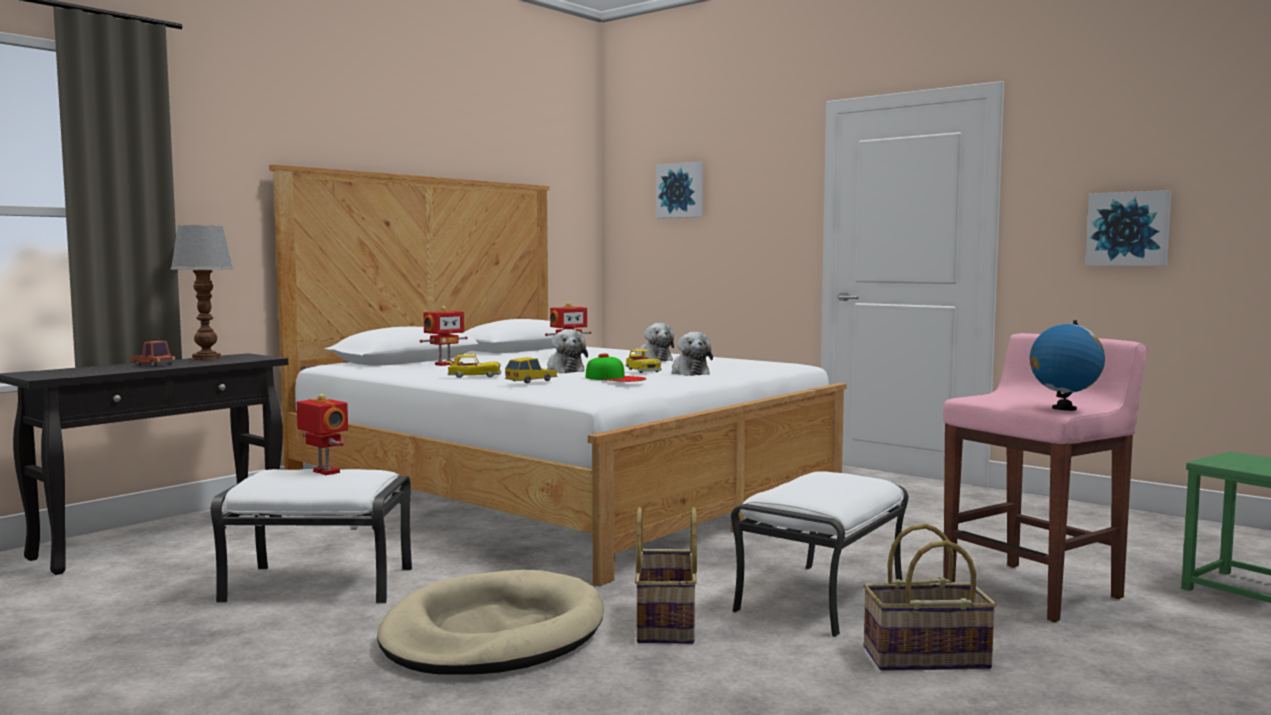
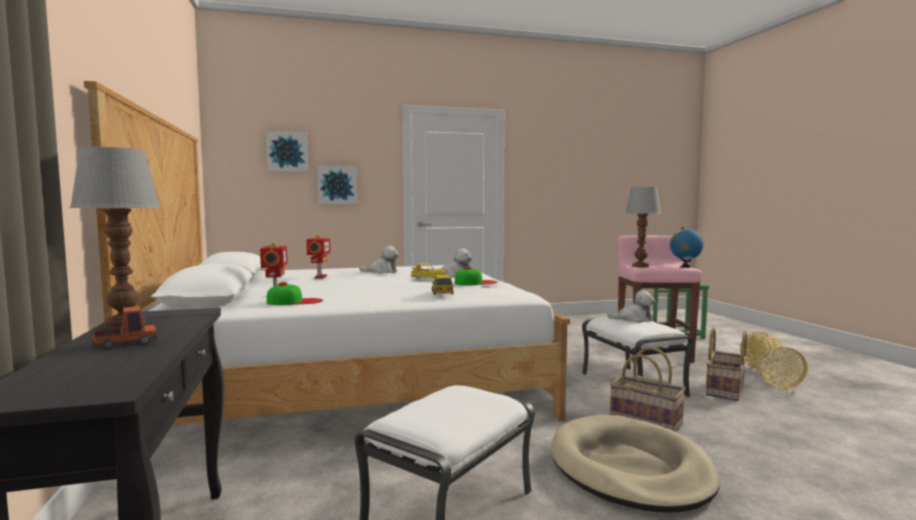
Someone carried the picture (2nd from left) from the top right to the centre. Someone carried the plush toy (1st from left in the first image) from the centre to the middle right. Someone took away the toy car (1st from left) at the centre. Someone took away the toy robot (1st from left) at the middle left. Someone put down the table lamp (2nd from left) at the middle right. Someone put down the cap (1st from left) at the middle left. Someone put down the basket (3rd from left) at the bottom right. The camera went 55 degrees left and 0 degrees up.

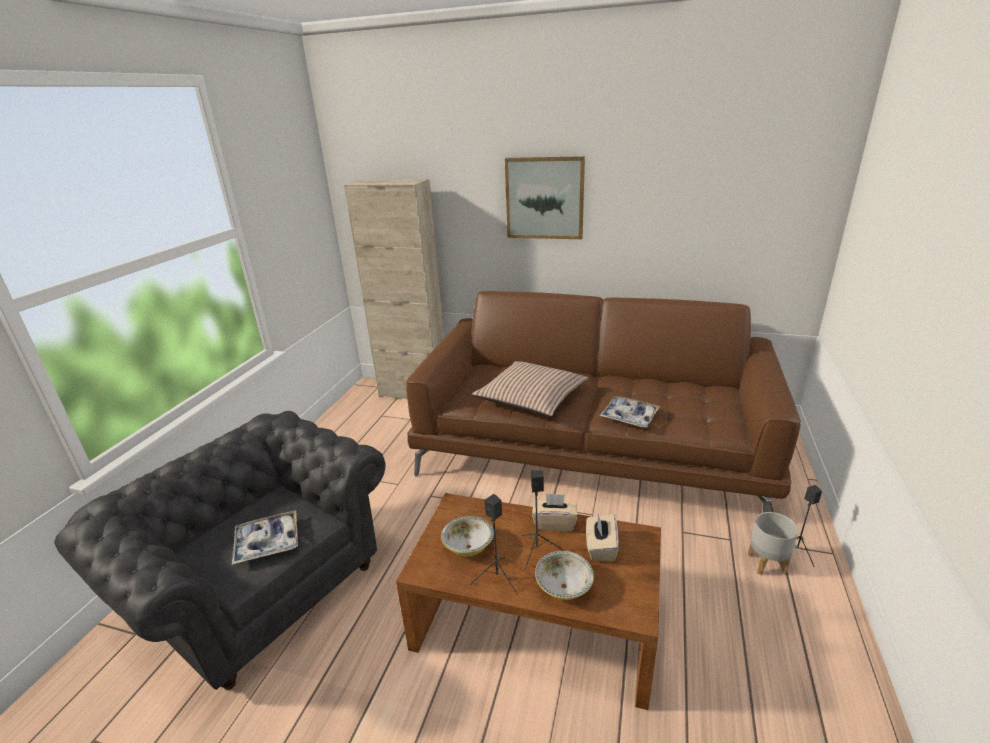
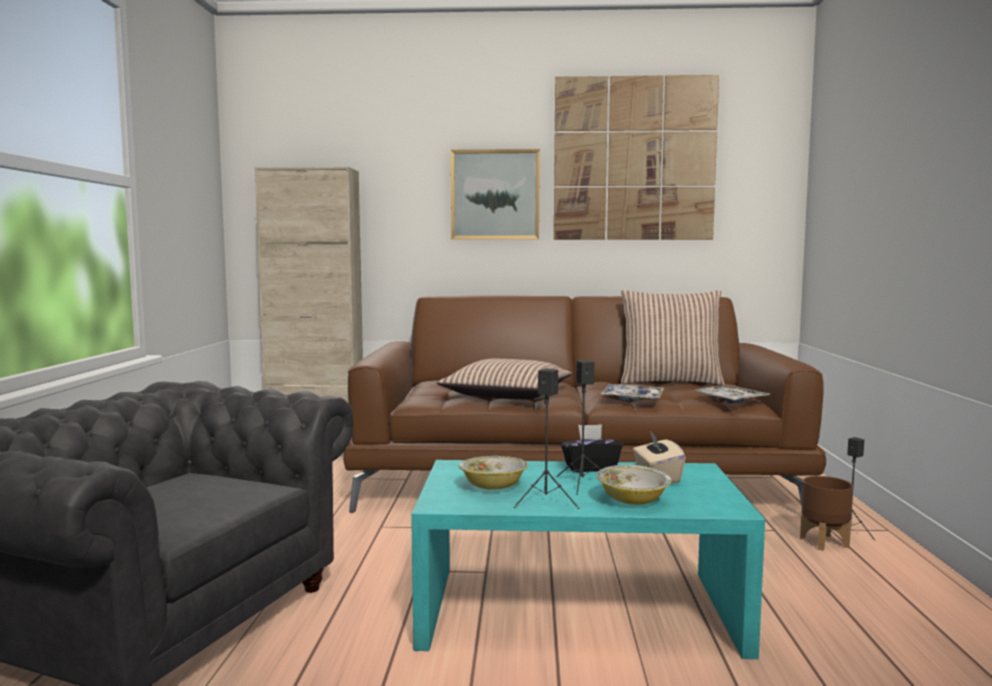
Someone repainted the brown coffee table at the bottom centre, which became the turquoise coffee table at the bottom centre. Someone repainted the beige tissue box (1st from left) at the bottom centre, which became the black tissue box at the centre. Someone carried the tray (1st from left in the first image) from the bottom left to the middle right. Someone repainted the grey planter at the bottom right, which became the brown planter at the bottom right. Someone put up the picture (2nd from left) at the top centre. Someone put down the pillow (2nd from left) at the middle right. The camera went 15 degrees left and 20 degrees down.

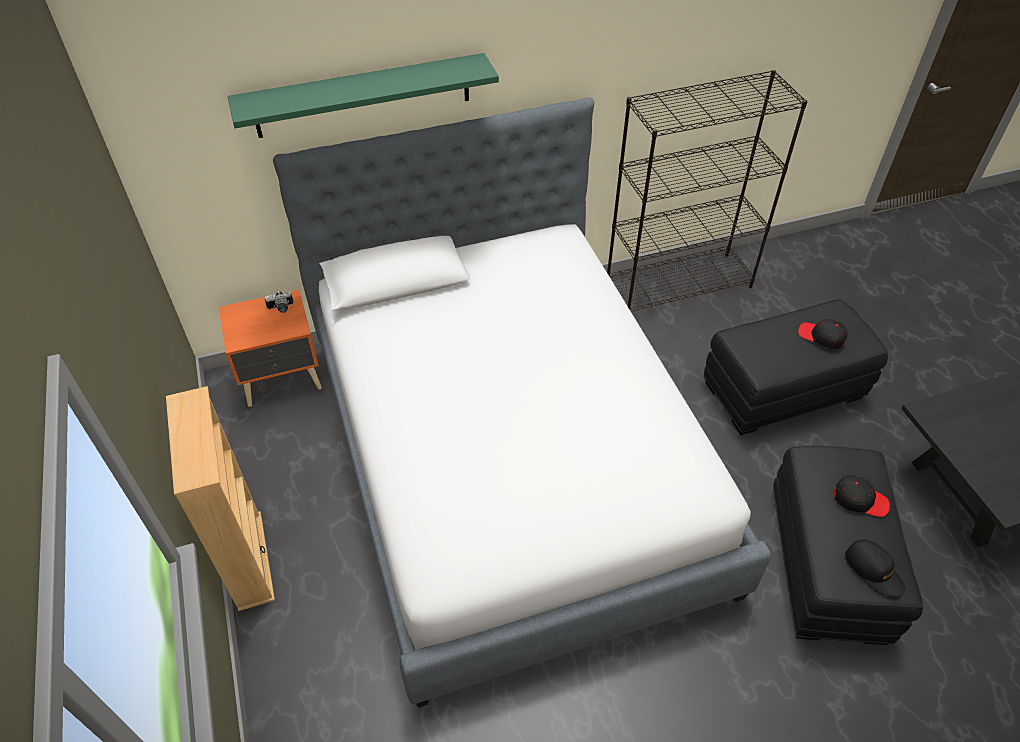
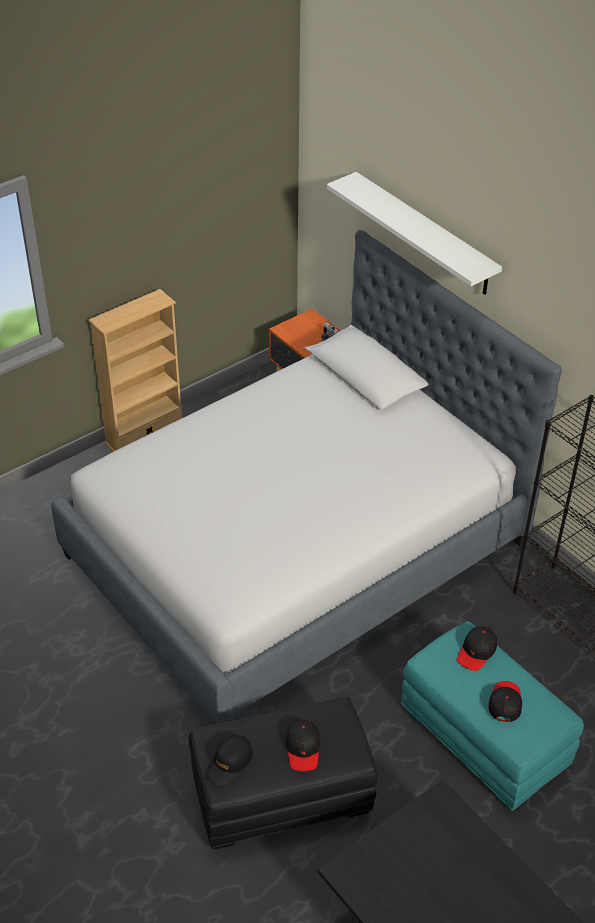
Someone repainted the green shelf at the top centre, which became the white shelf at the top right. Someone repainted the black ottoman (1st from left) at the middle right, which became the turquoise ottoman at the bottom right. Someone put down the black cap (3rd from left) at the bottom right. The camera went 70 degrees right and 5 degrees down.

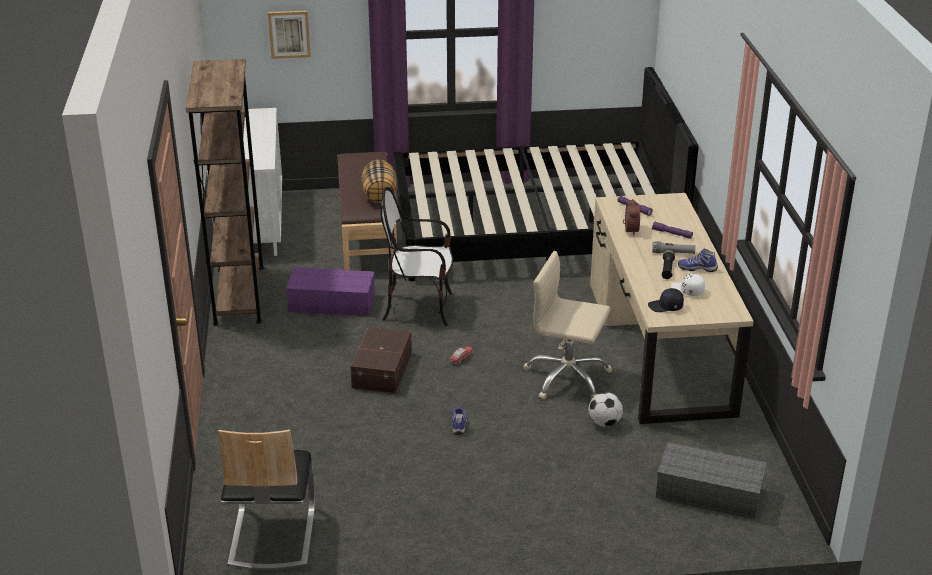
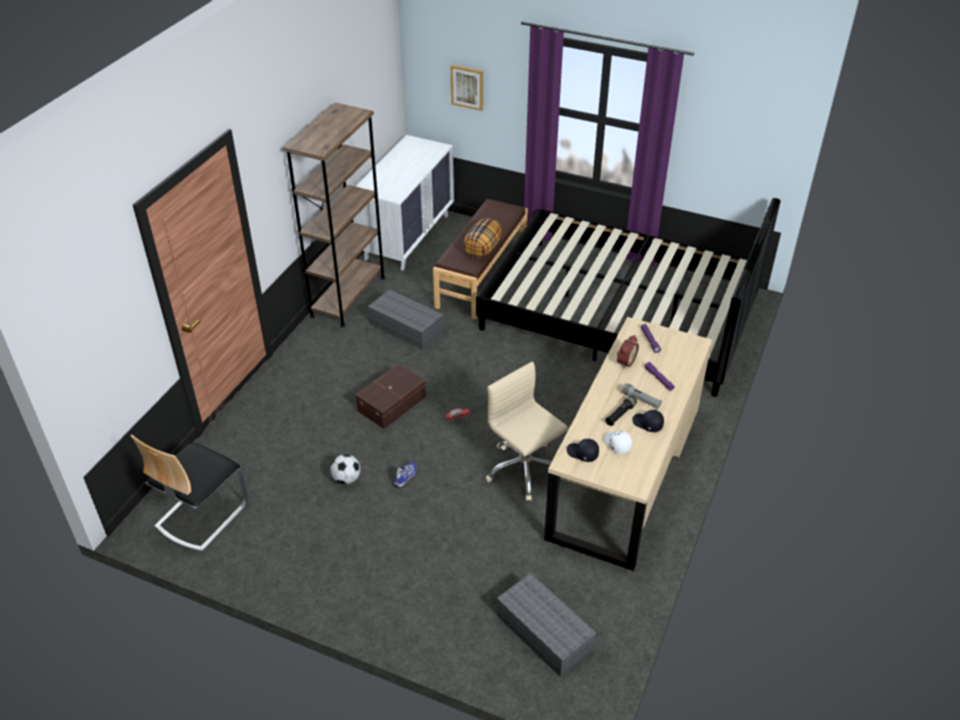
Someone took away the chair (2nd from left) at the centre. Someone swapped the shoe (2nd from left) at the middle right for the black cap (2nd from left) at the middle right. Someone repainted the purple storage box at the centre, which became the grey storage box (1st from left) at the centre. Someone carried the football from the bottom centre to the centre. The camera went 30 degrees right and 10 degrees up.

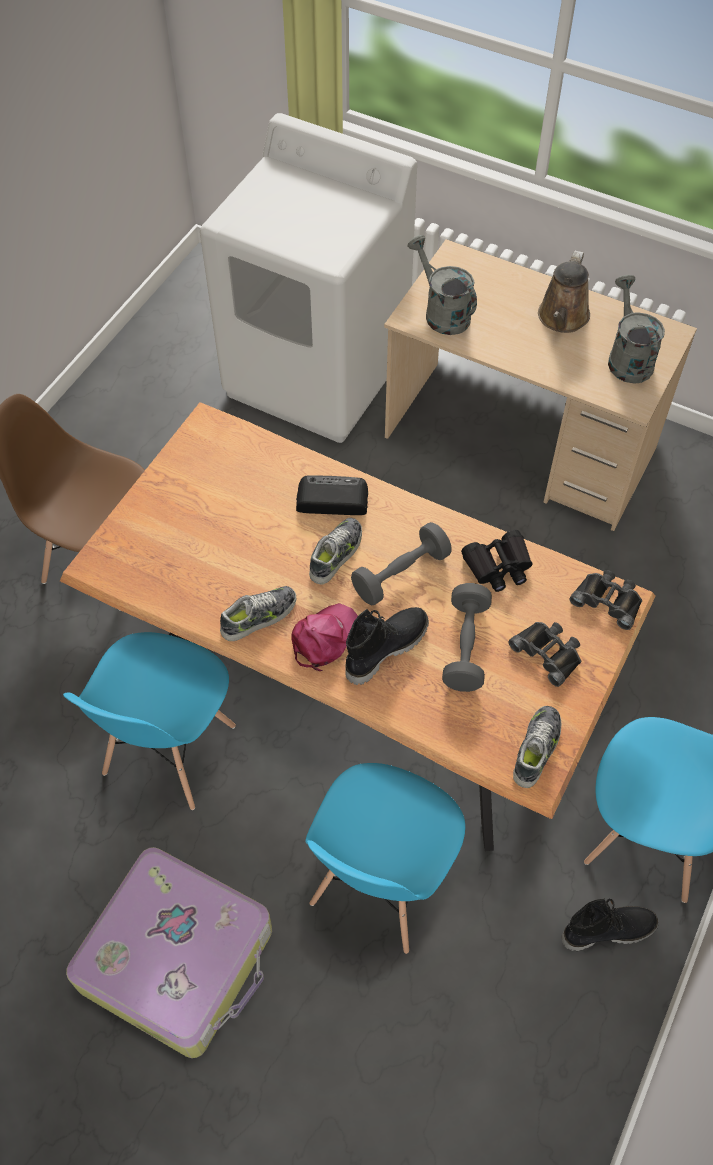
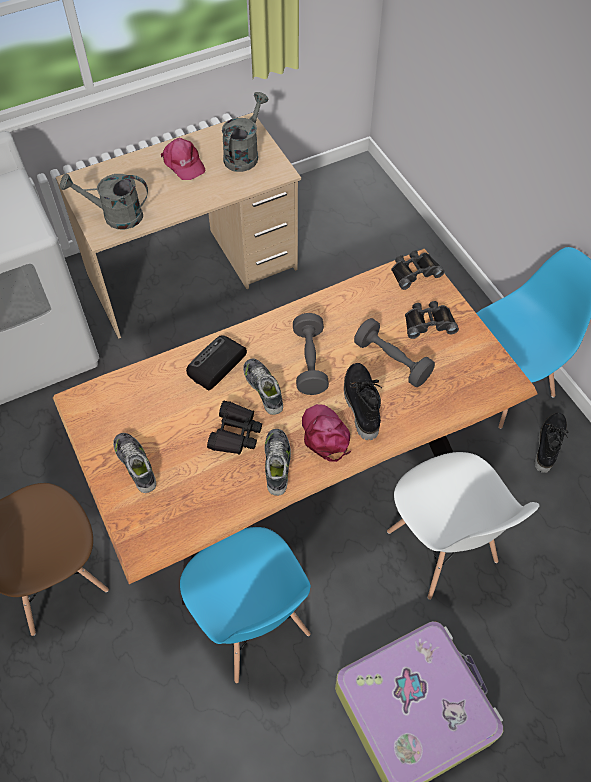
Someone swapped the brown watering can at the top right for the pink cap (1st from left) at the top left. Someone rotated the grey watering can (2nd from left) at the top right by 90 degrees clockwise. Someone carried the black binoculars (1st from left) from the middle right to the centre. Someone carried the shoe (3rd from left in the first image) from the middle right to the middle left. Someone repainted the blue chair (2nd from left) at the bottom centre, which became the white chair at the bottom right. The camera went 55 degrees left and 0 degrees up.

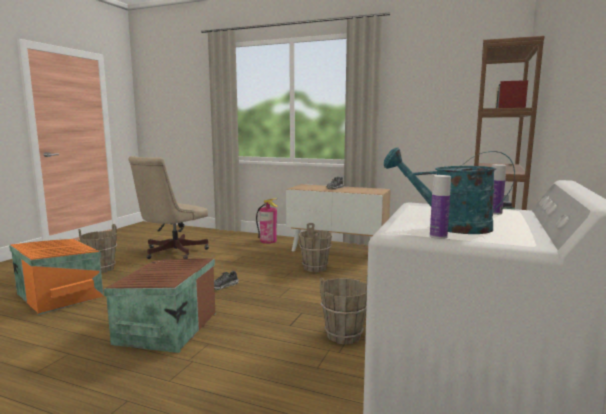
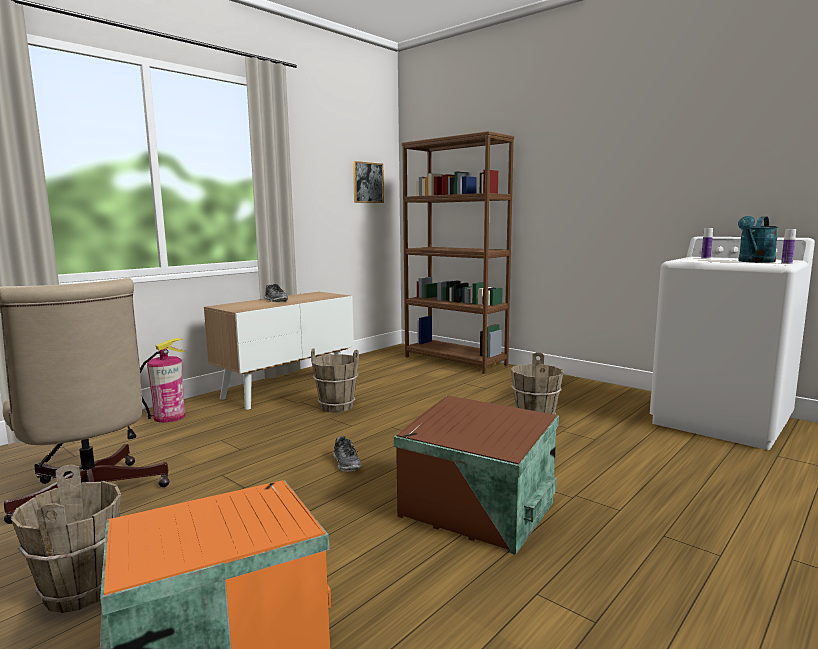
Someone put up the picture at the top centre. The camera went 70 degrees left and 0 degrees up.

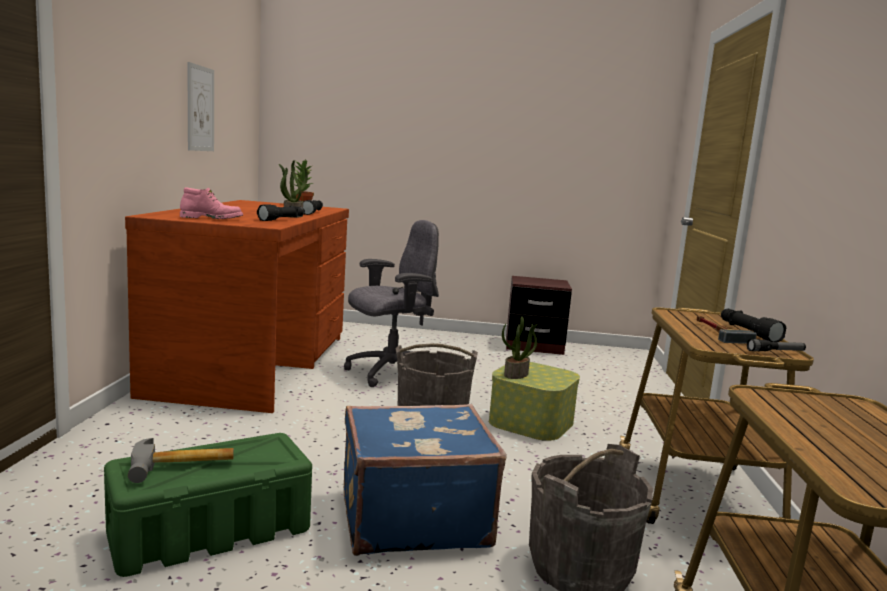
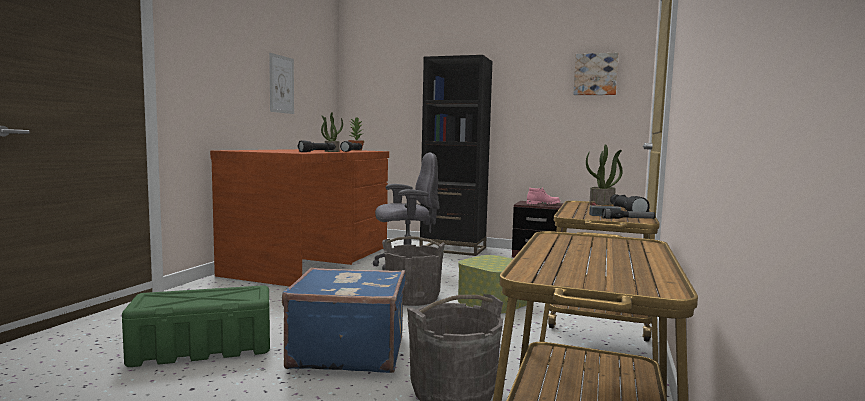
Someone carried the pink boot from the middle left to the centre. Someone carried the potted plant (3rd from left) from the centre to the middle right. Someone took away the hammer (1st from left) at the bottom left. Someone put up the picture (2nd from left) at the top right. Someone put down the black bookcase at the centre. The camera went 15 degrees right and 5 degrees down.

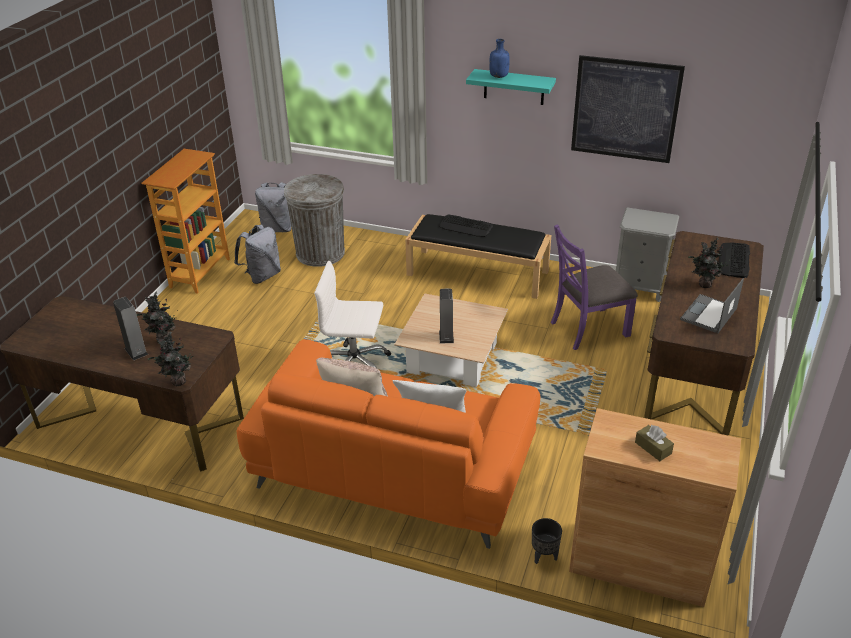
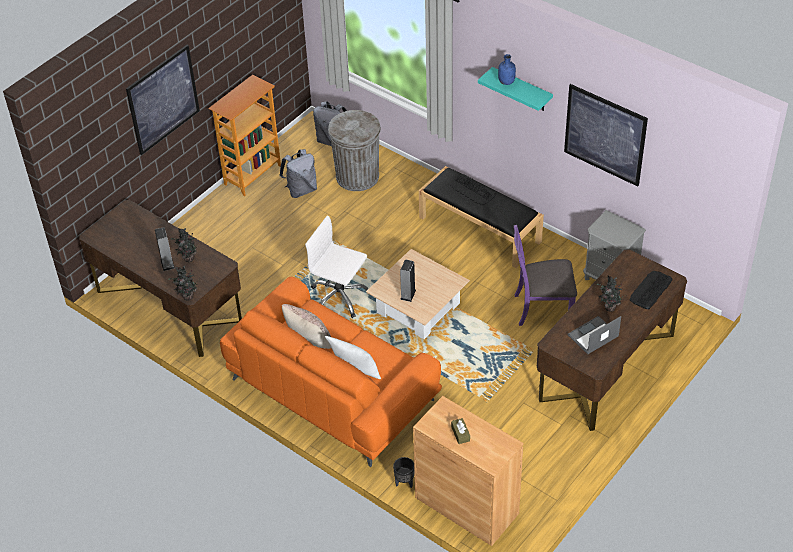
Someone put up the picture (1st from left) at the top left. The camera went 20 degrees right and 10 degrees up.

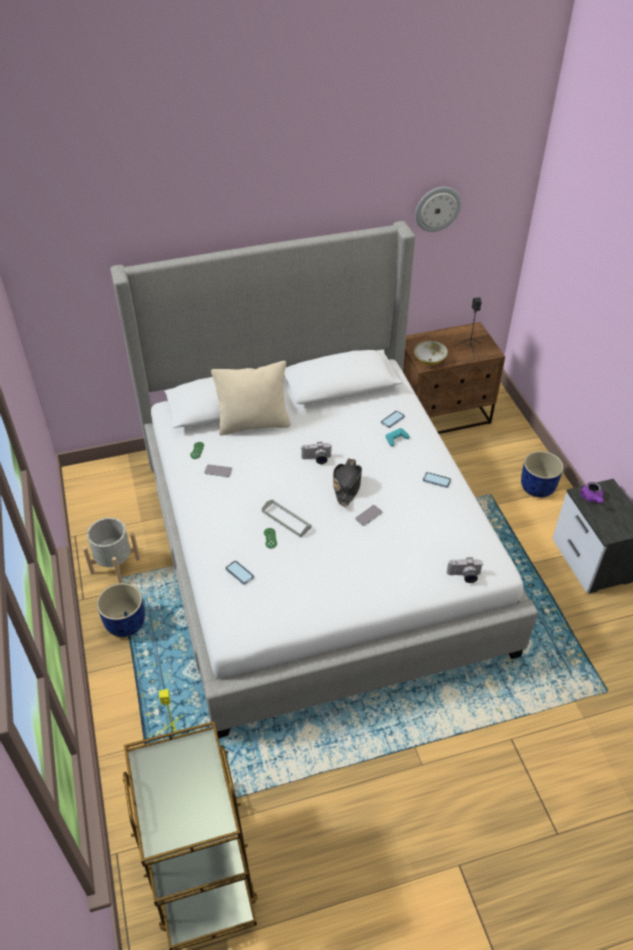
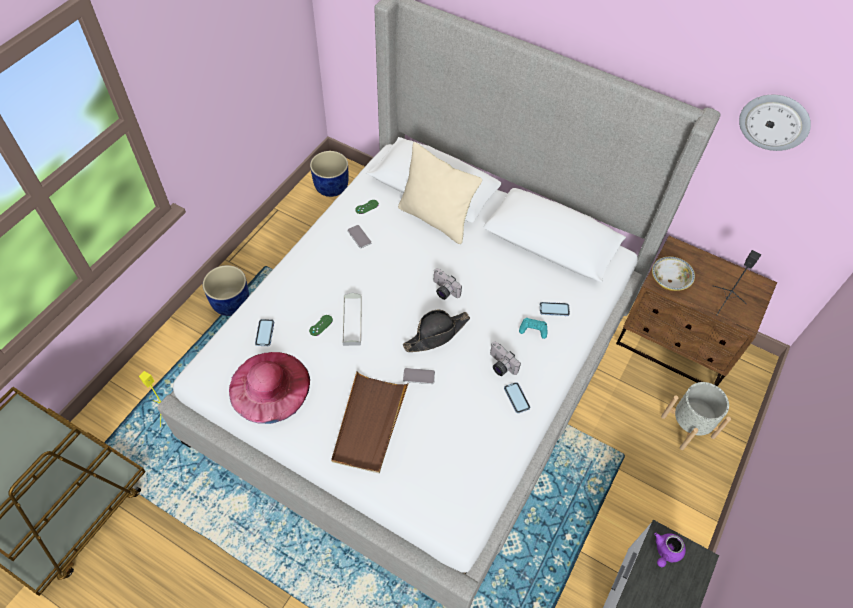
Someone carried the blue planter (2nd from left) from the middle right to the top centre. Someone carried the grey planter from the middle left to the bottom right. Someone carried the photo camera (2nd from left) from the middle right to the centre. Someone put down the pink hat at the middle left. Someone put down the brown tray at the bottom centre. The camera went 45 degrees right and 10 degrees up.

